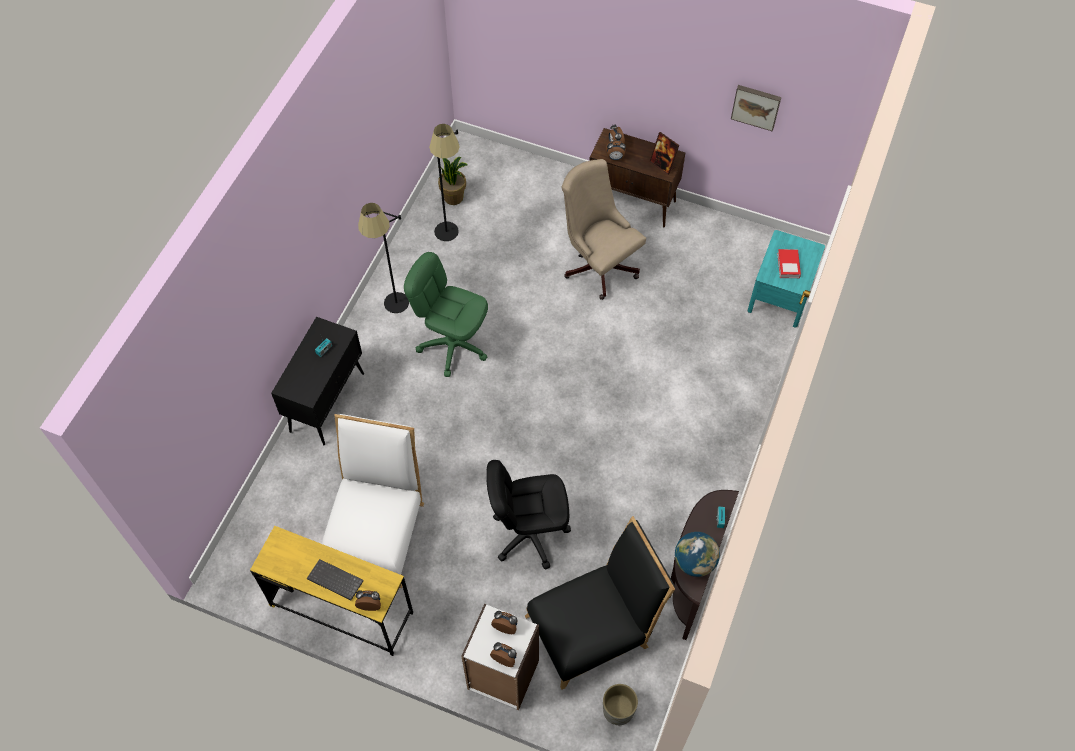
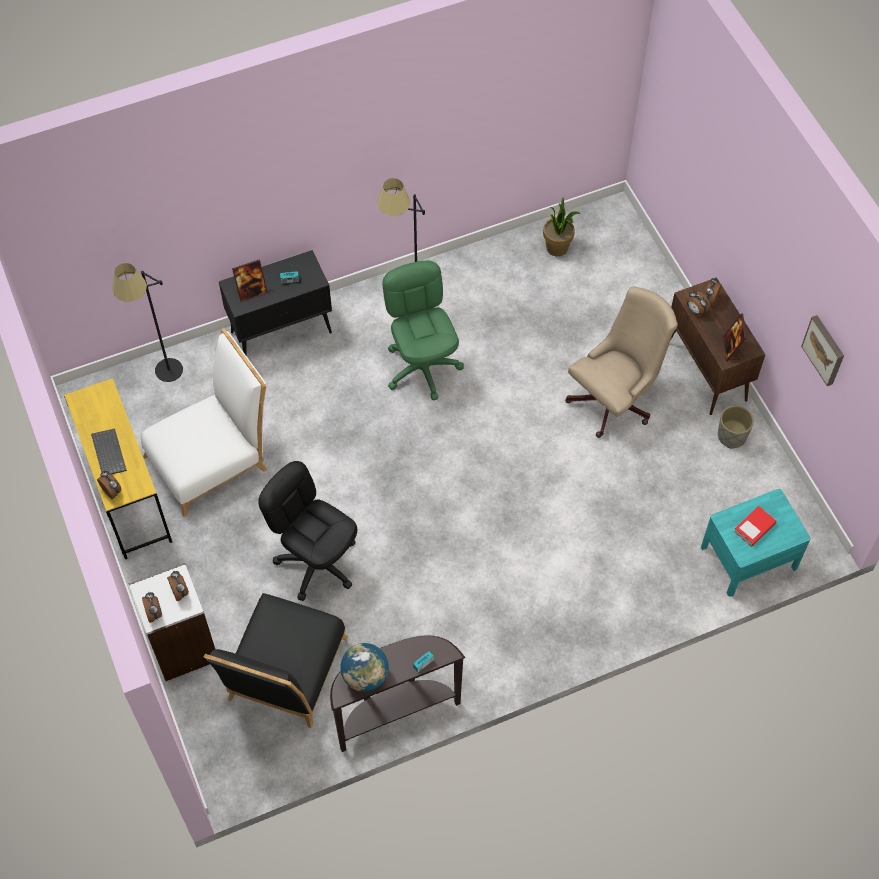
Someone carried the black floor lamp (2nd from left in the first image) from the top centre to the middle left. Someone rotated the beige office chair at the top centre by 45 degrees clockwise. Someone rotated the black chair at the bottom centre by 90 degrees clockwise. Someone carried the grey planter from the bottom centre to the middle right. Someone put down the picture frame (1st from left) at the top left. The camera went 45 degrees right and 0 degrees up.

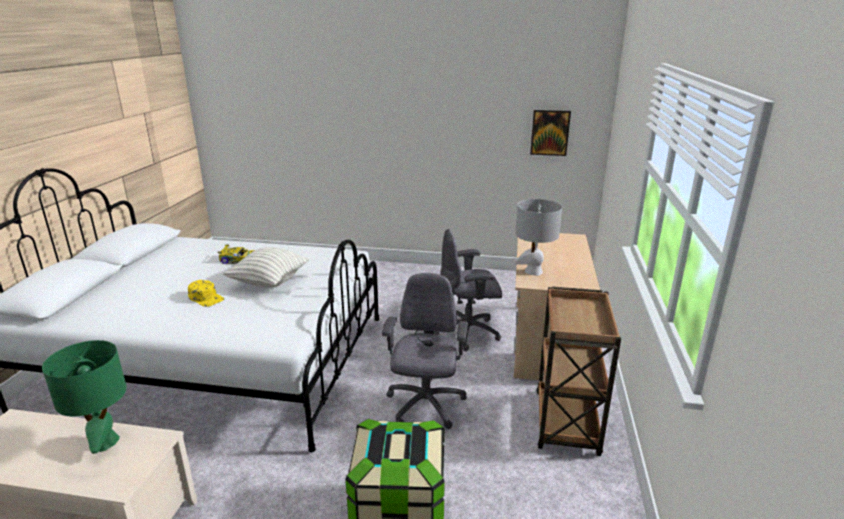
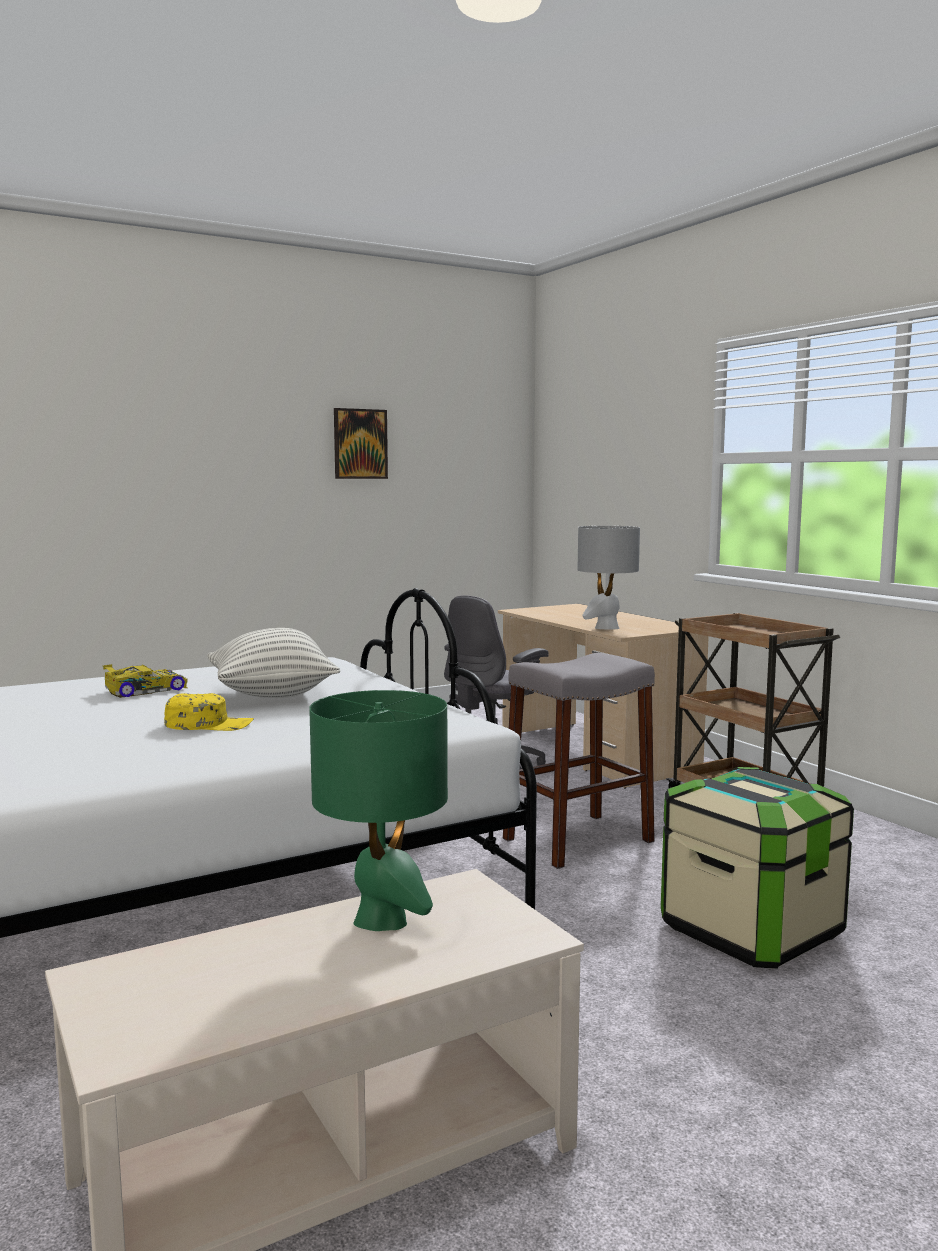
Someone carried the picture from the top centre to the centre. Someone swapped the grey office chair (1st from left) at the bottom centre for the grey stool at the centre. The camera went 40 degrees left and 15 degrees down.

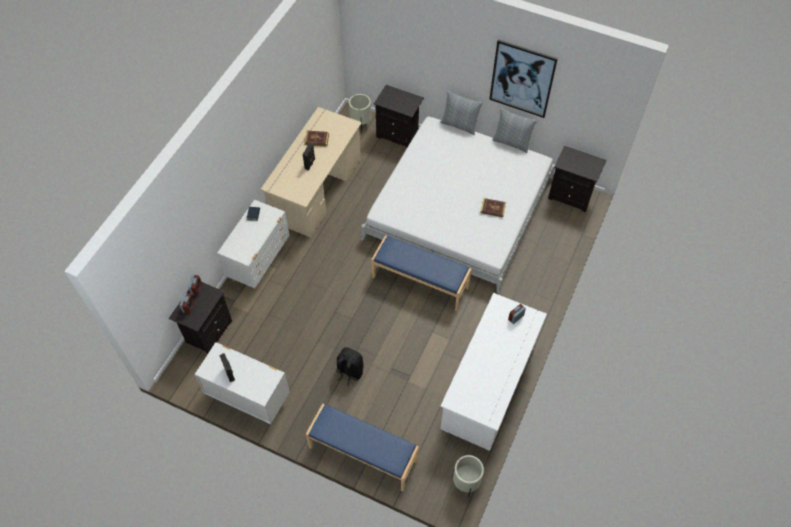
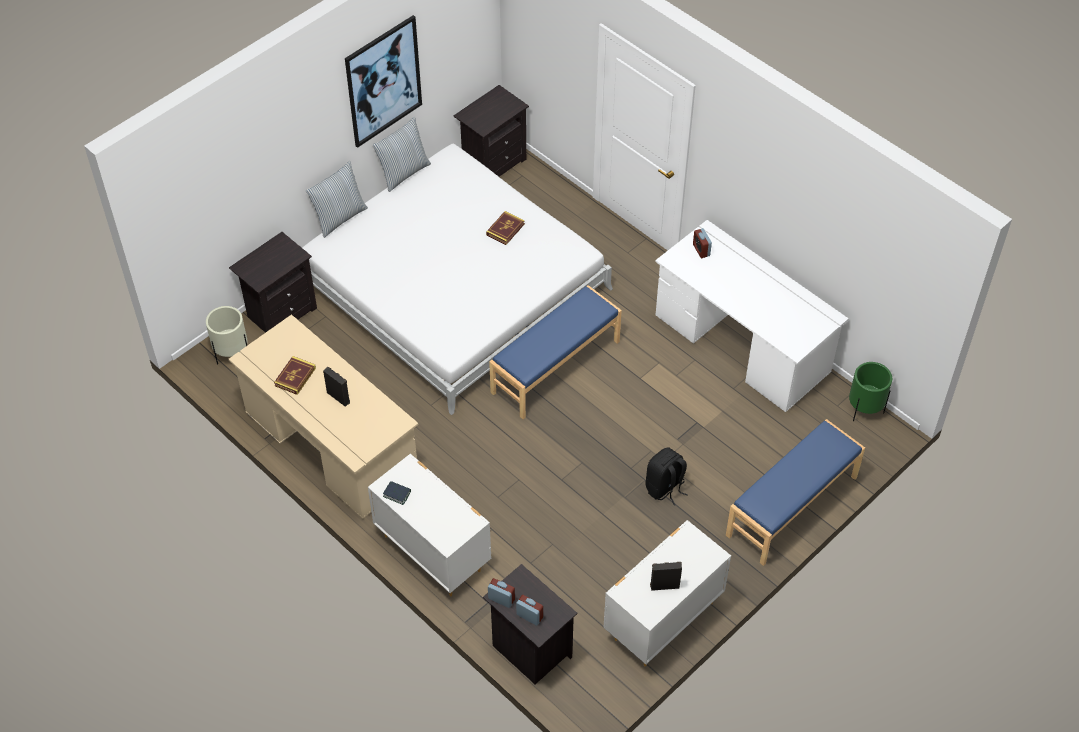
Someone repainted the beige planter (2nd from left) at the bottom centre, which became the green planter at the middle right. The camera went 70 degrees left and 5 degrees down.

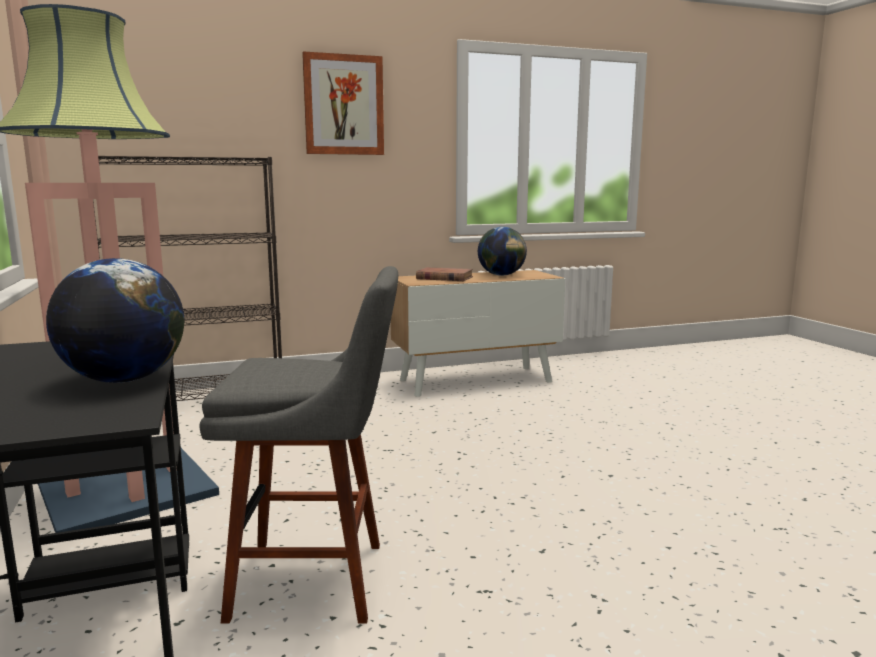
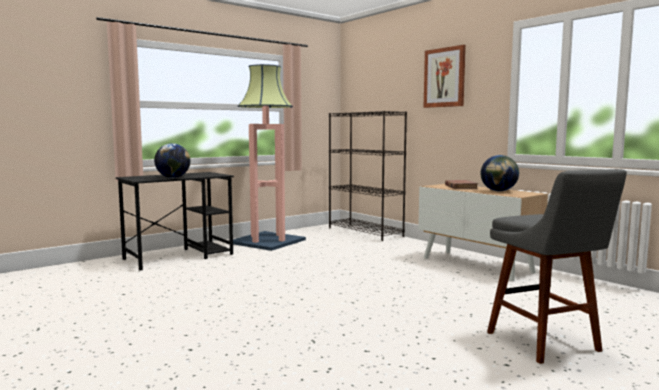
Someone carried the grey stool from the bottom centre to the bottom right. The camera went 70 degrees right and 5 degrees down.

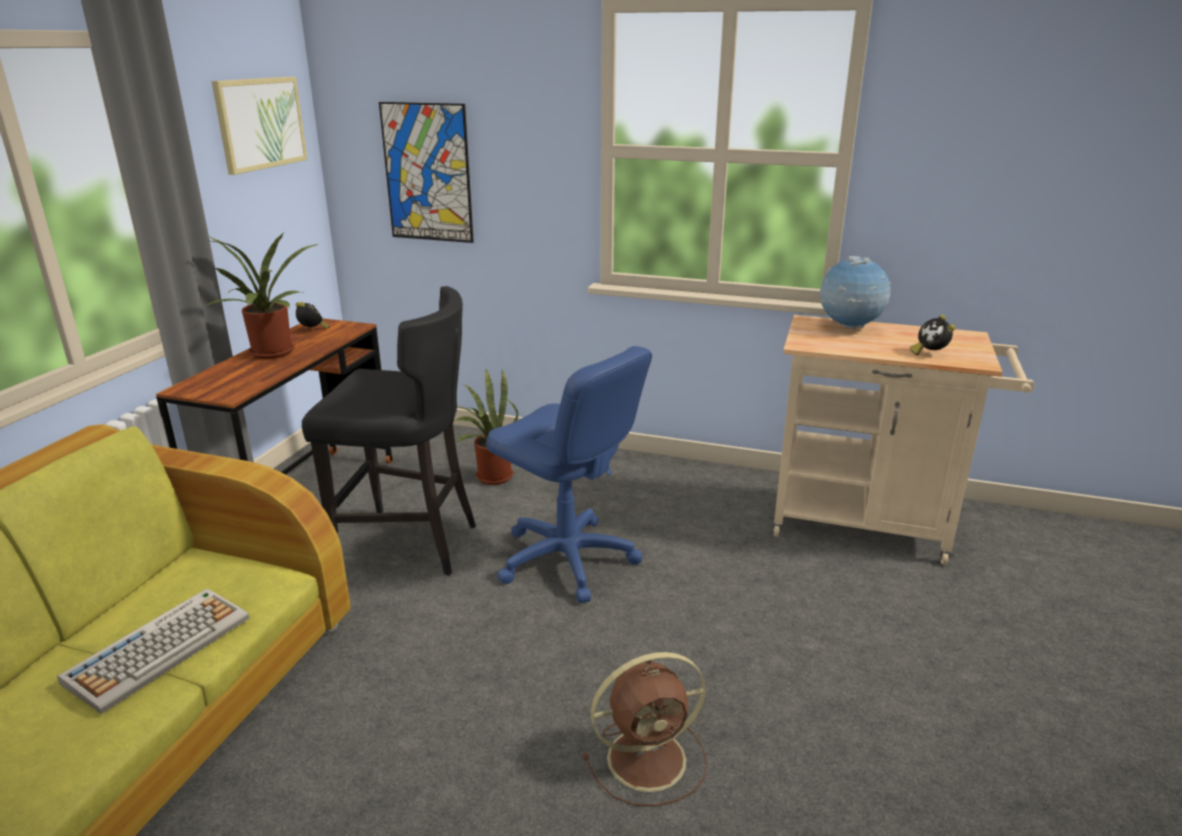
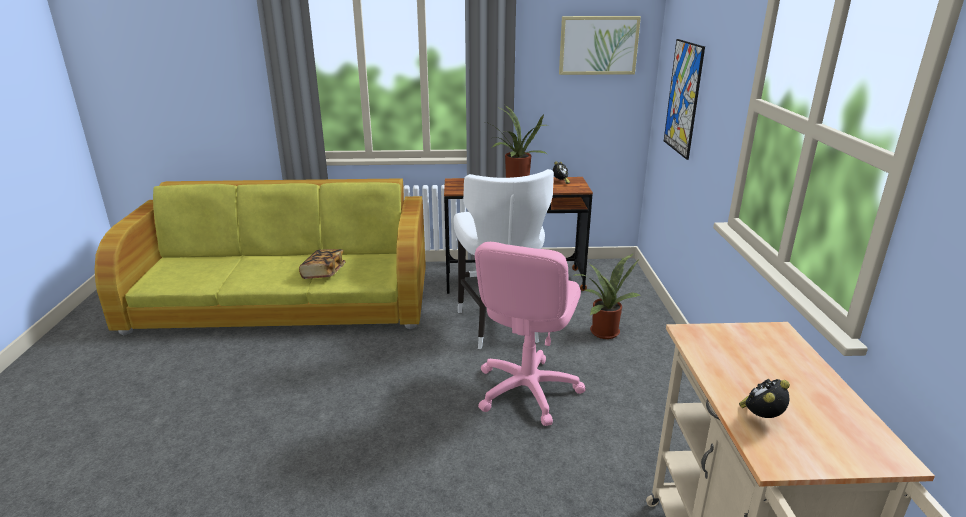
Someone took away the globe at the middle right. Someone repainted the black stool at the middle left, which became the white stool at the centre. Someone repainted the blue office chair at the centre, which became the pink office chair at the centre. Someone swapped the keyboard at the bottom left for the book at the centre. Someone took away the brown fan at the bottom centre. The camera went 70 degrees right and 0 degrees up.

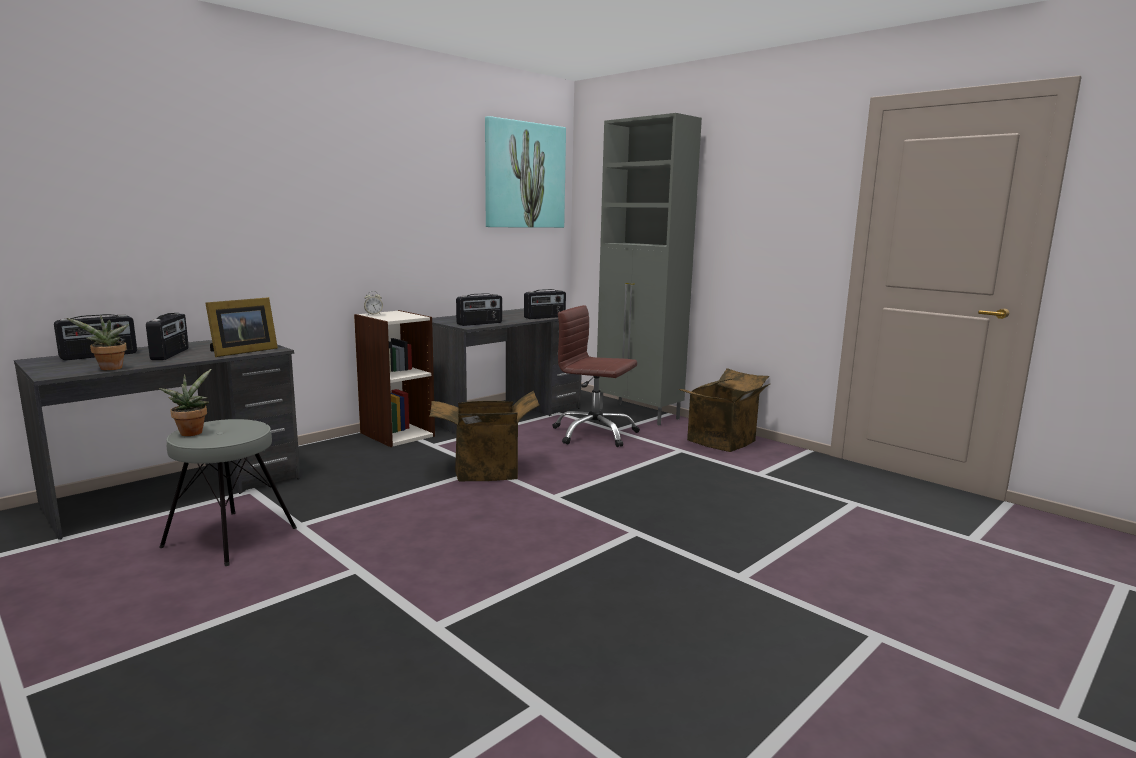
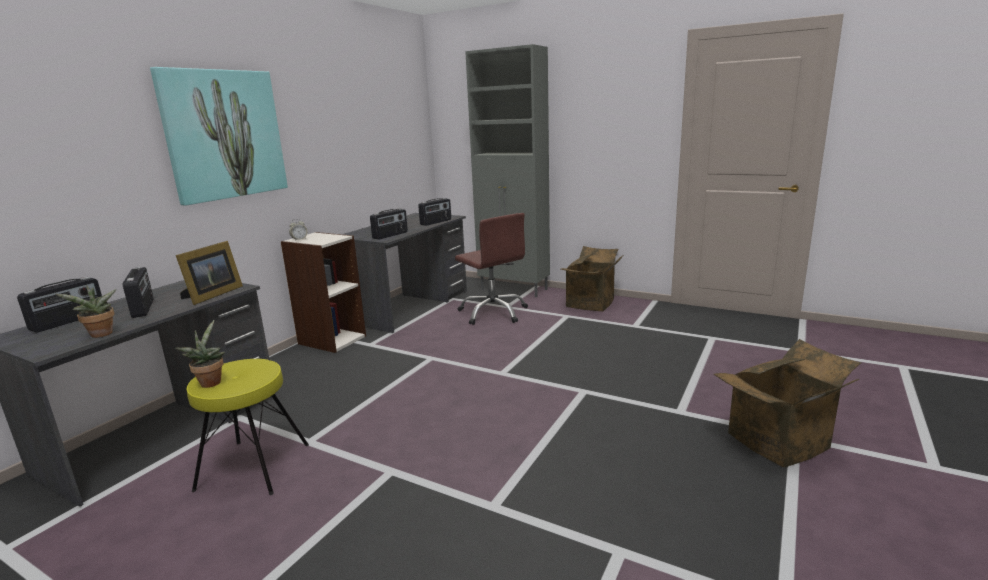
Someone carried the picture from the top centre to the top left. Someone rotated the brown office chair at the centre by 135 degrees counterclockwise. Someone carried the cardboard box (1st from left in the first image) from the centre to the bottom right. Someone repainted the grey stool at the middle left, which became the yellow stool at the bottom left. The camera went 15 degrees left and 5 degrees up.

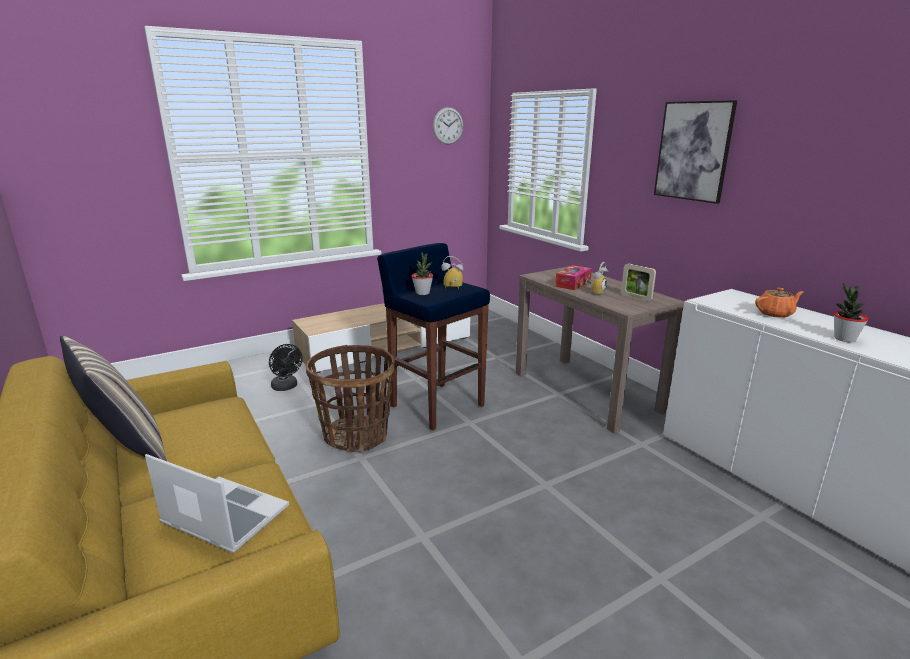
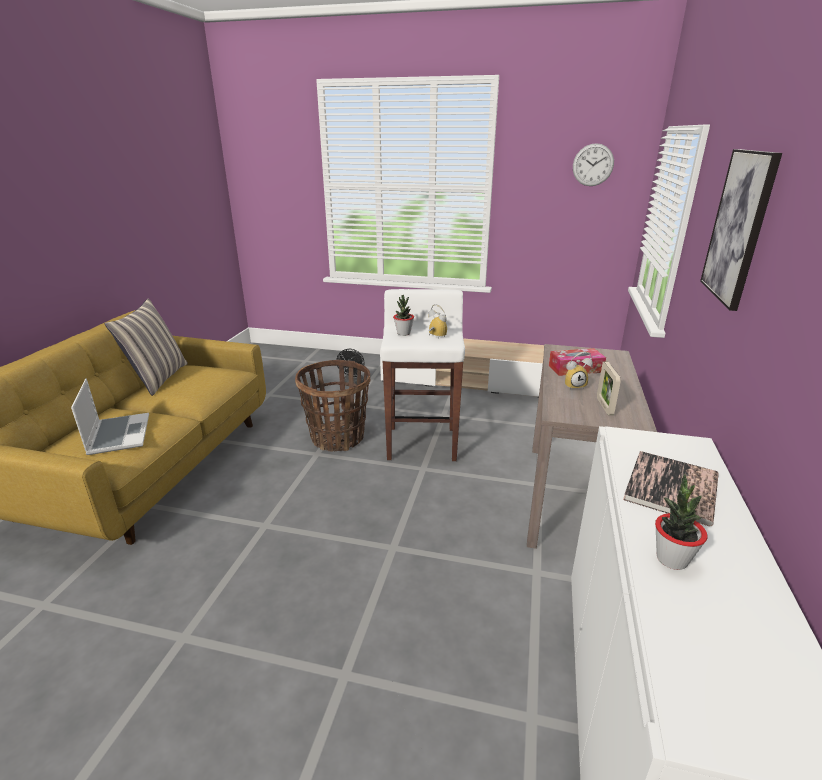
Someone repainted the blue stool at the centre, which became the white stool at the centre. Someone swapped the orange teapot at the middle right for the book at the middle right. The camera went 45 degrees right and 5 degrees up.

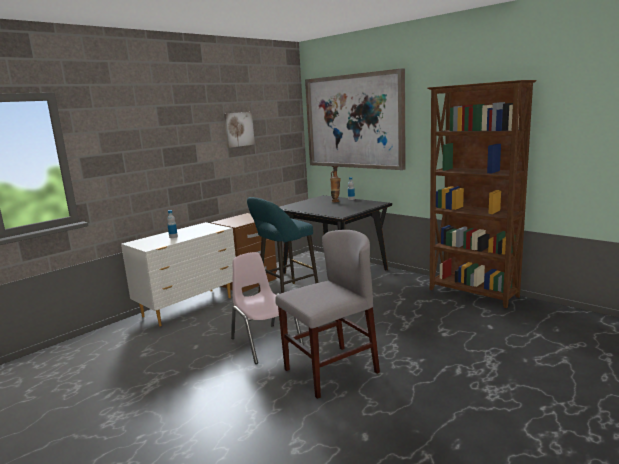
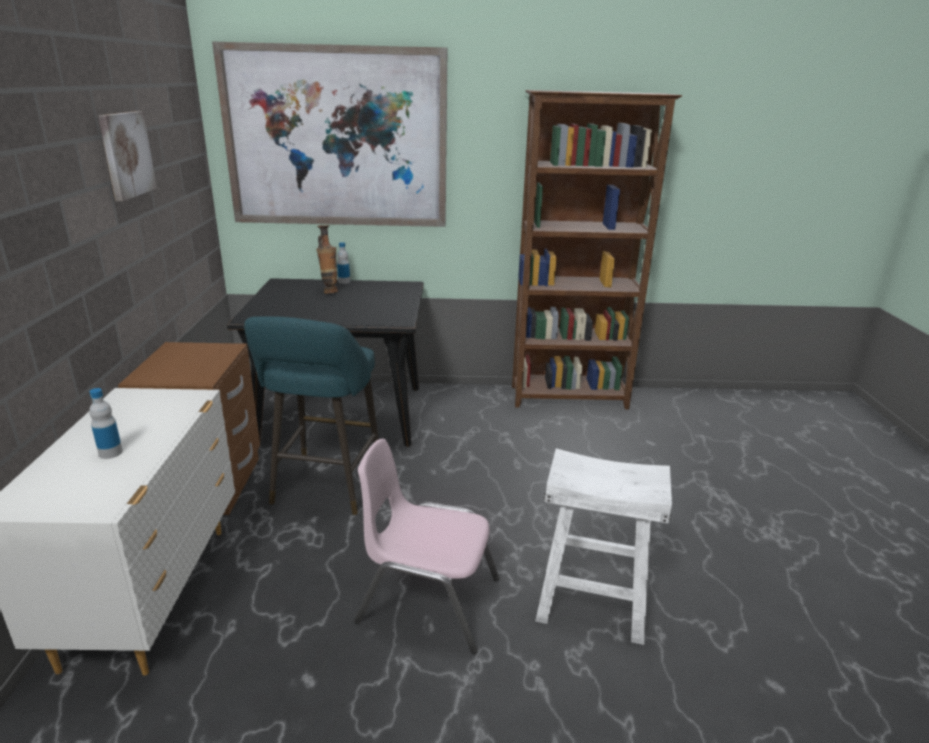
Someone swapped the grey chair at the bottom centre for the white stool at the bottom centre. The camera went 45 degrees left and 10 degrees up.

